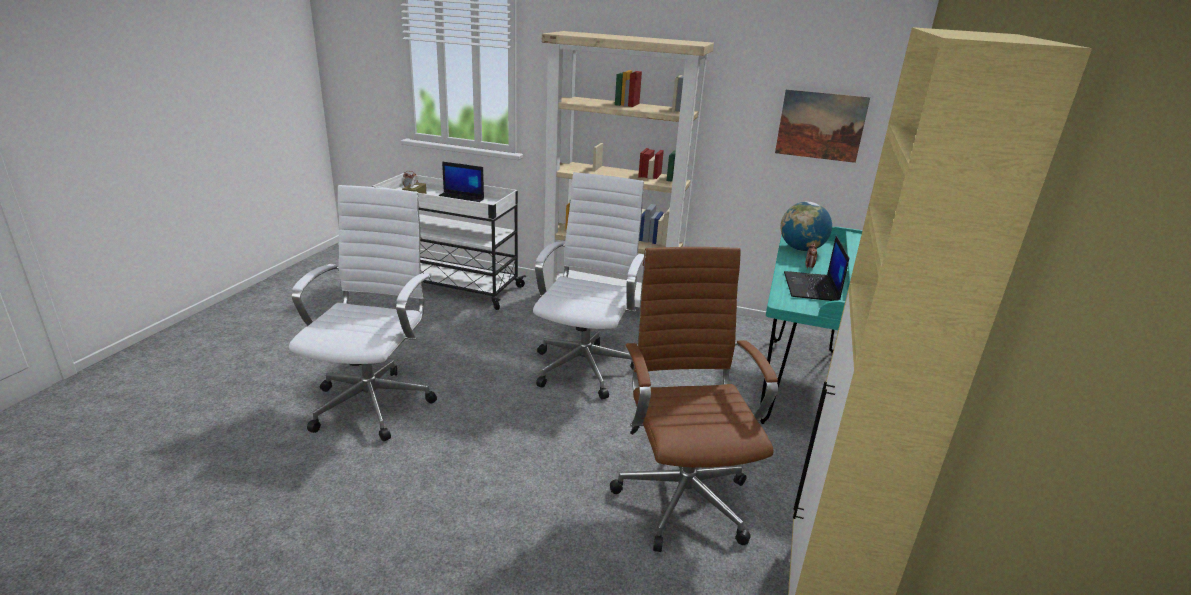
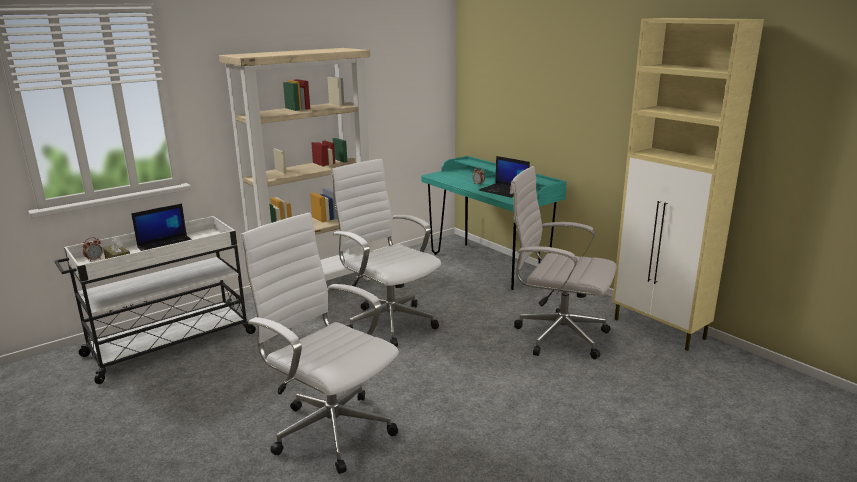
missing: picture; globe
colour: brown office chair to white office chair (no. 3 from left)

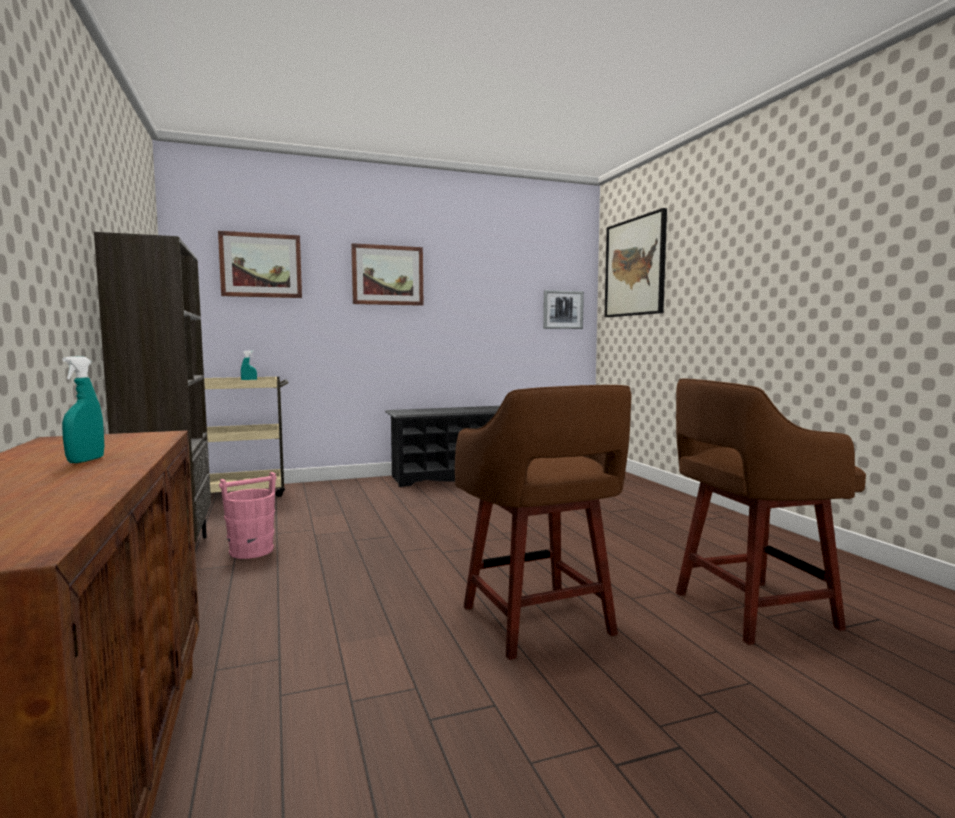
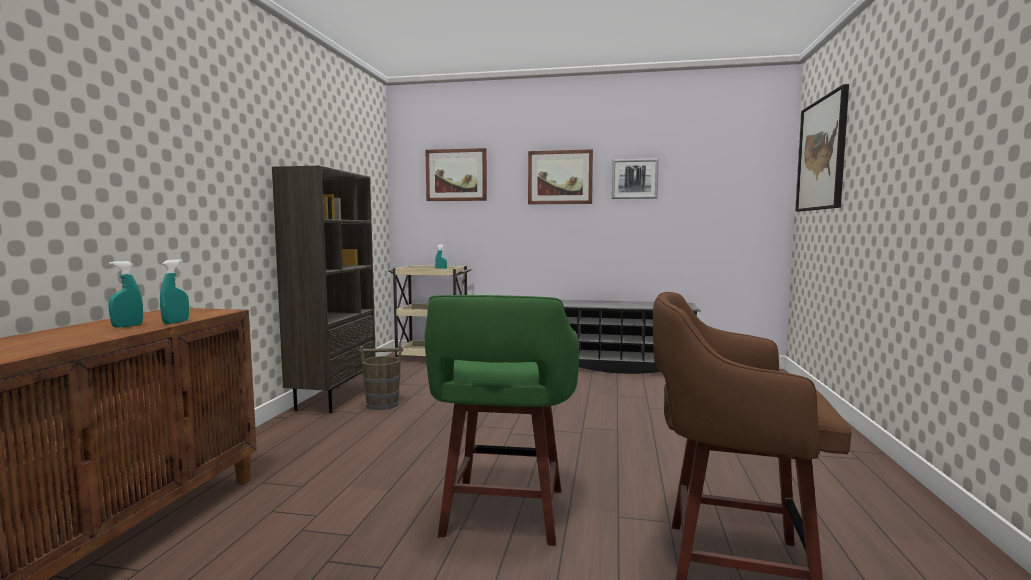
appeared: turquoise spray bottle (no. 2 from left)
relocated: picture (no. 3 from left)
colour: brown stool (no. 1 from left) to green stool; pink bucket to brown bucket

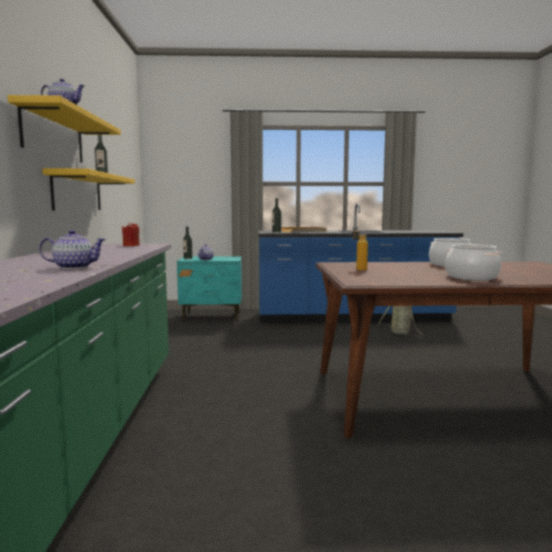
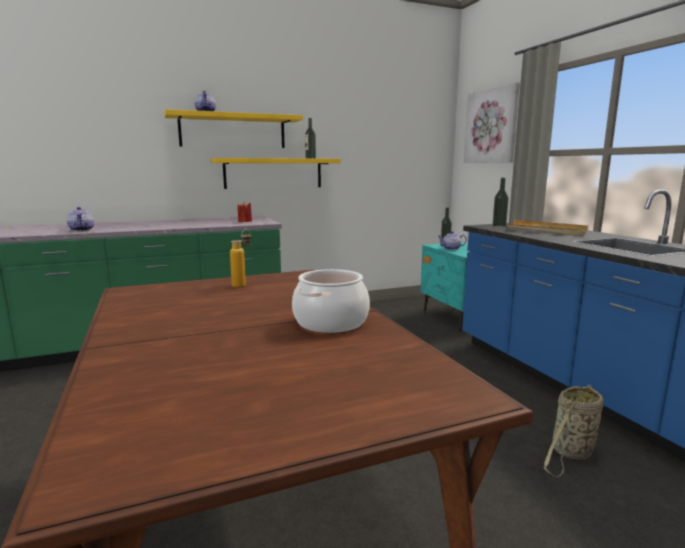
missing: cooking pot (no. 2 from left)
appeared: picture

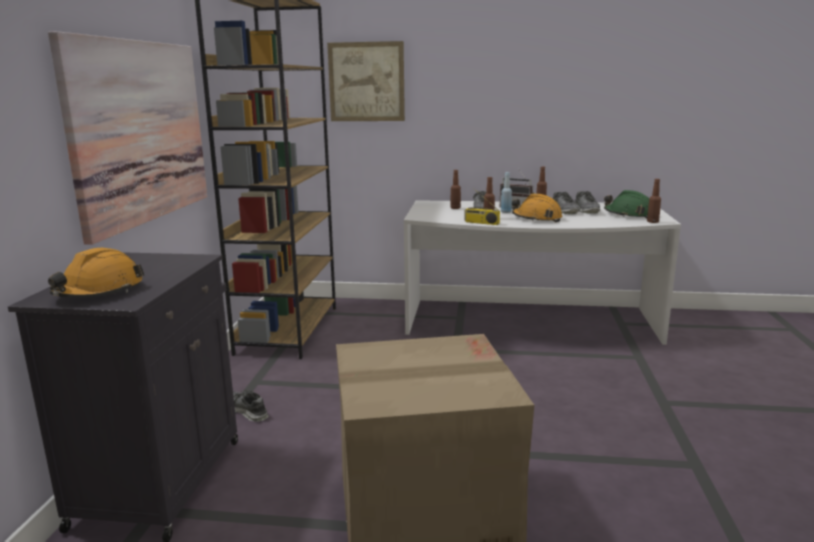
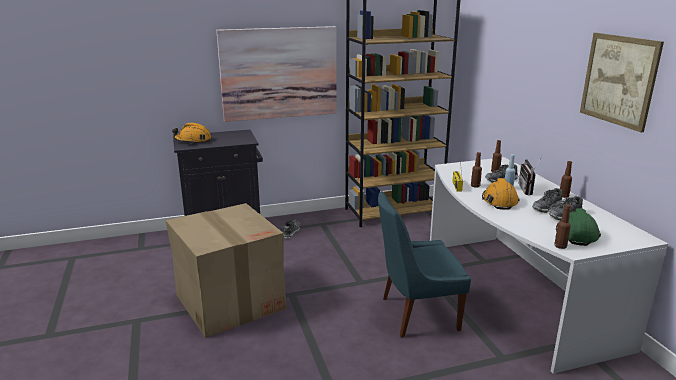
appeared: blue chair
relocated: picture (no. 2 from left)

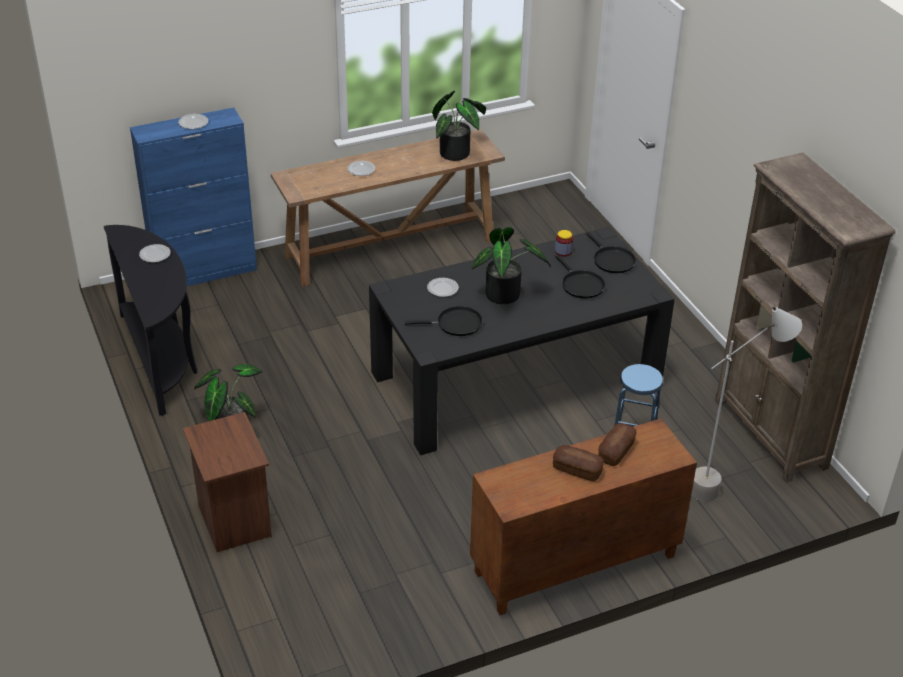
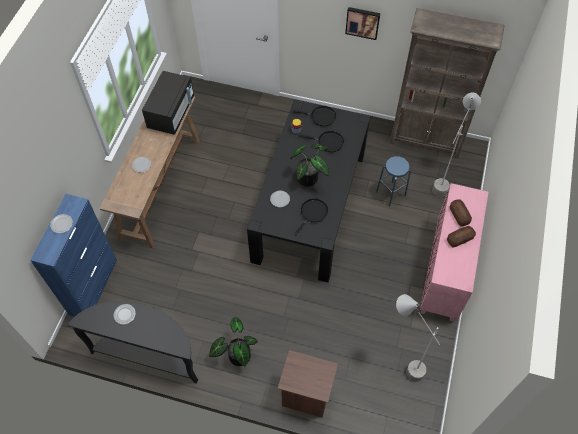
appeared: picture; grey floor lamp (no. 1 from left)
exchanged: potted plant (no. 2 from left) to black microwave
colour: brown cabinet to pink cabinet

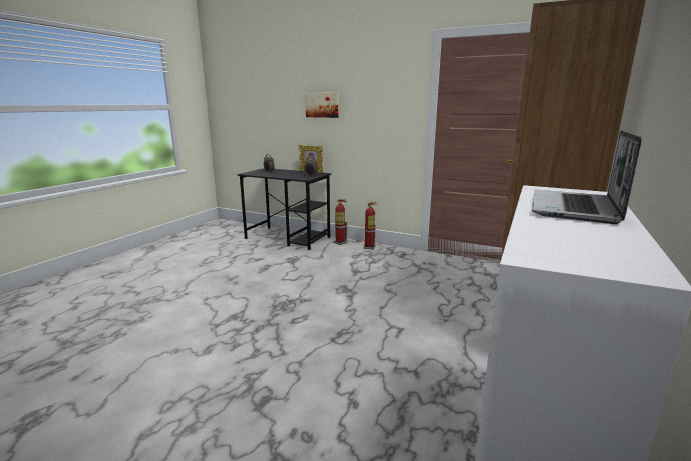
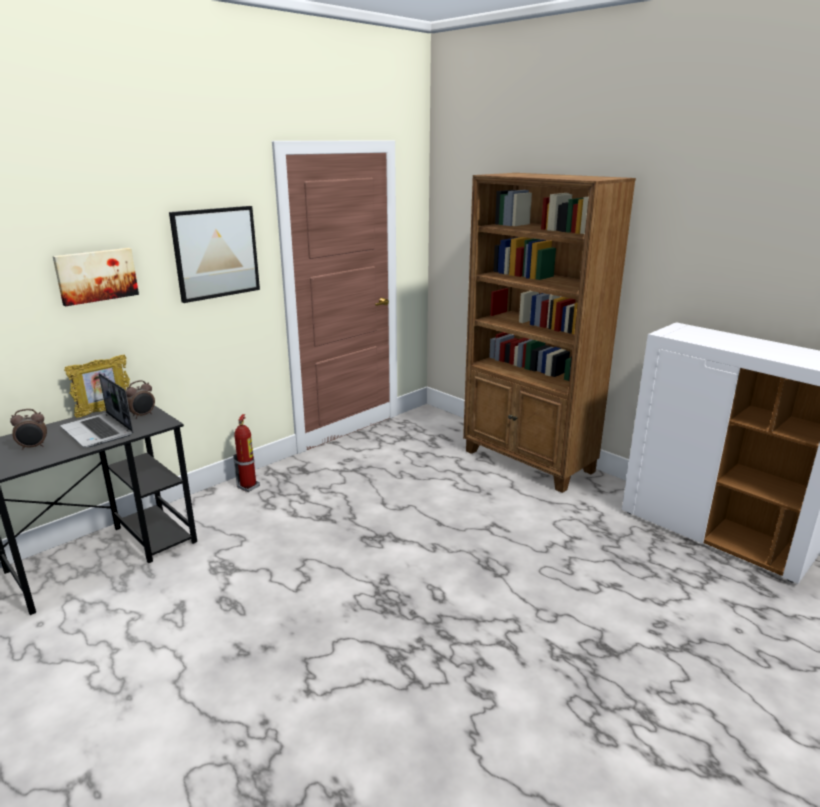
missing: fire extinguisher (no. 1 from left)
appeared: picture (no. 2 from left)
relocated: laptop

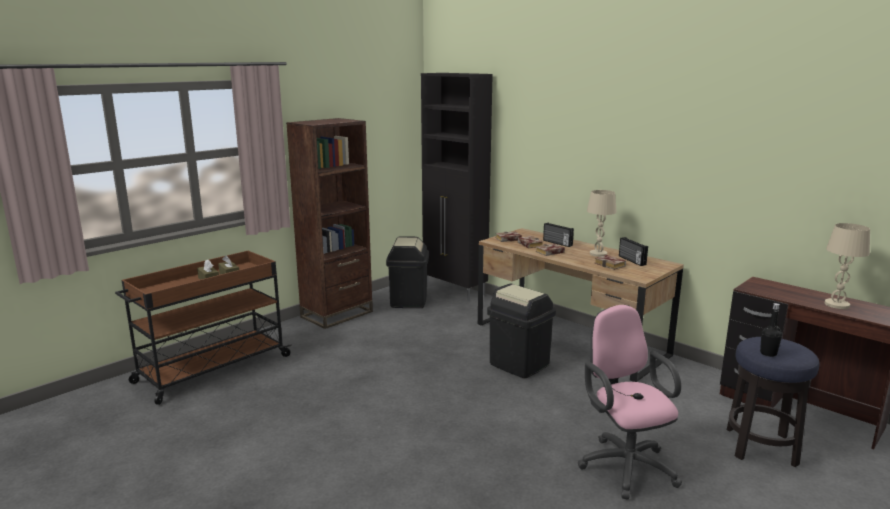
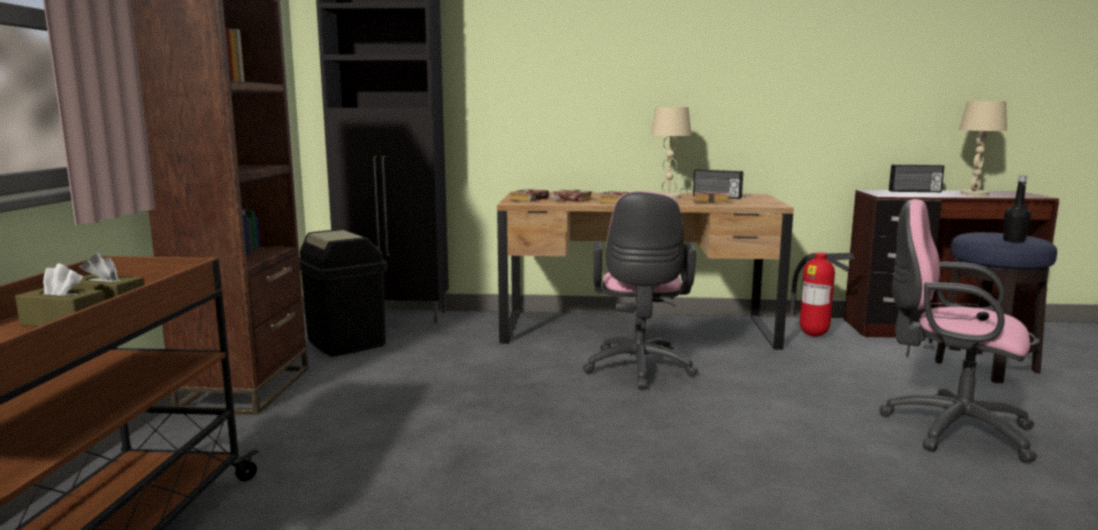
appeared: fire extinguisher
relocated: radio (no. 1 from left in the first image) to radio (no. 2 from left)
exchanged: black trash can (no. 2 from left) to pink office chair (no. 1 from left)

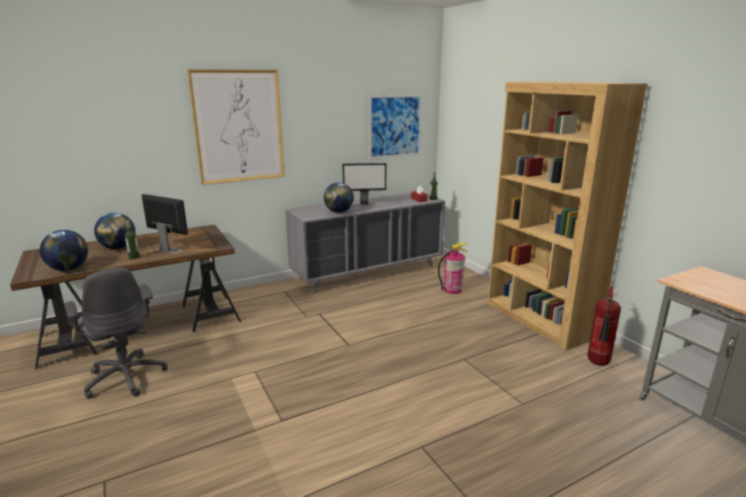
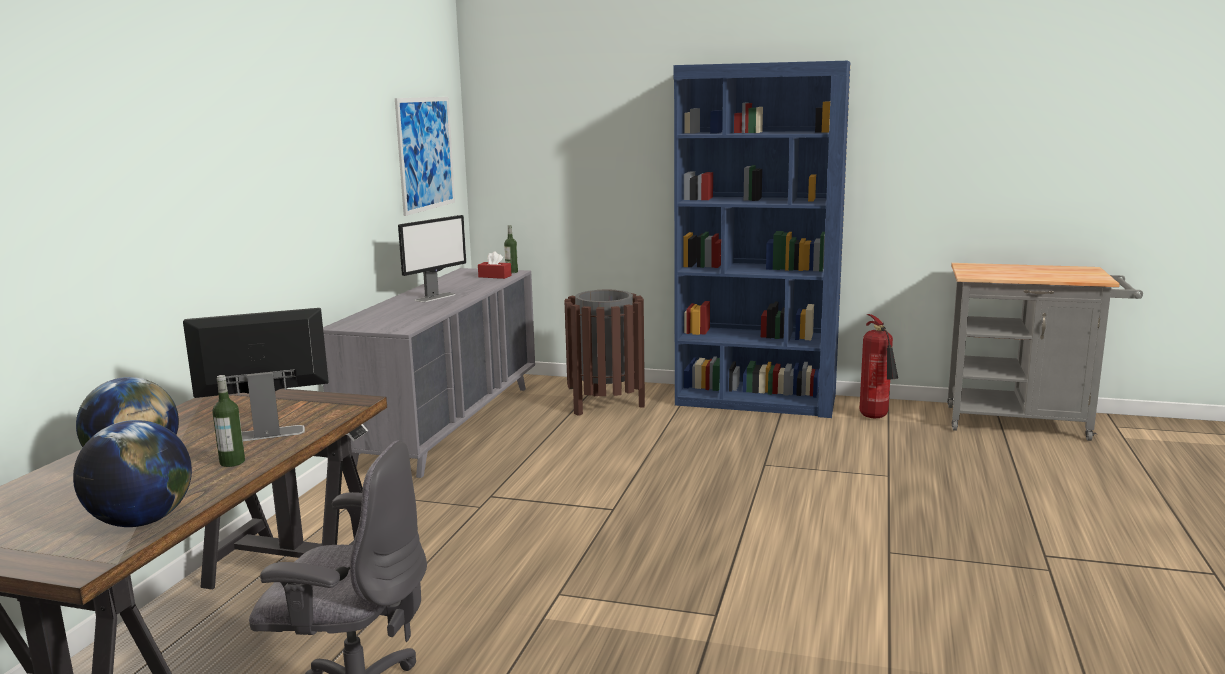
missing: picture (no. 1 from left); globe (no. 3 from left)
exchanged: fire extinguisher (no. 1 from left) to brown trash can
colour: brown bookcase to blue bookcase

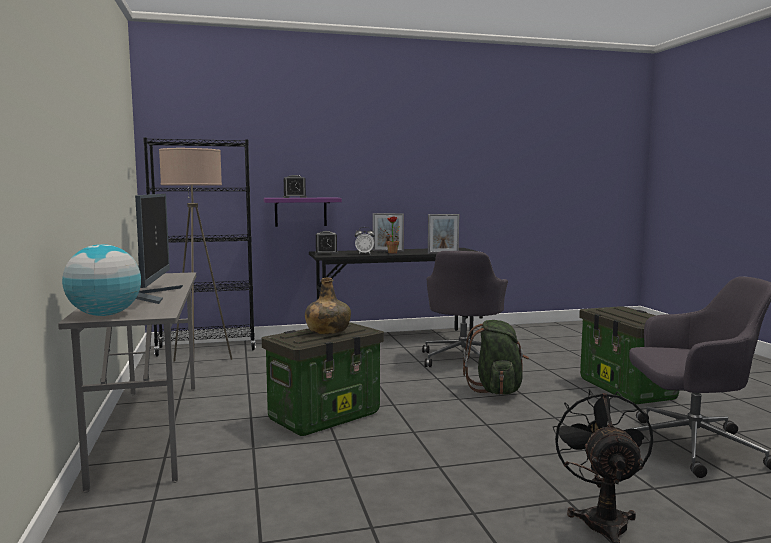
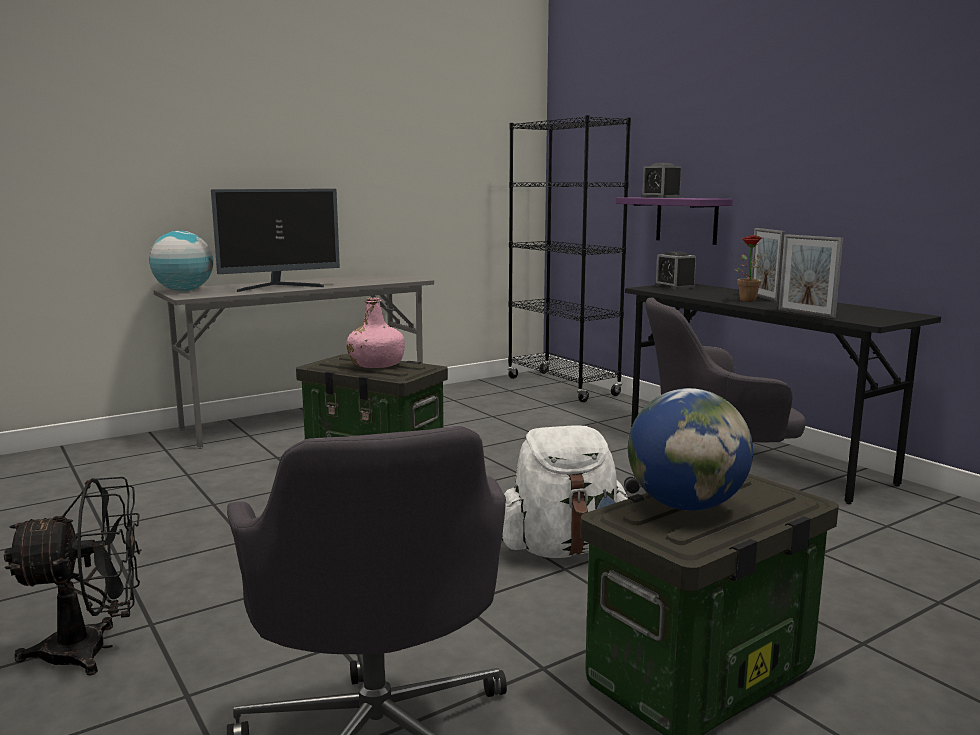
missing: beige floor lamp; alarm clock (no. 3 from left)
appeared: globe (no. 2 from left)
colour: green bottle to pink bottle; green backpack to white backpack

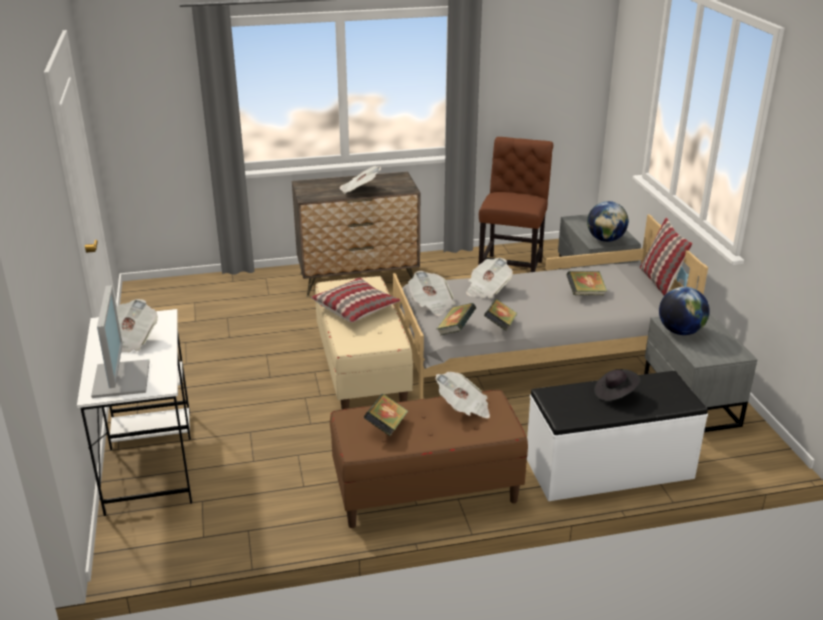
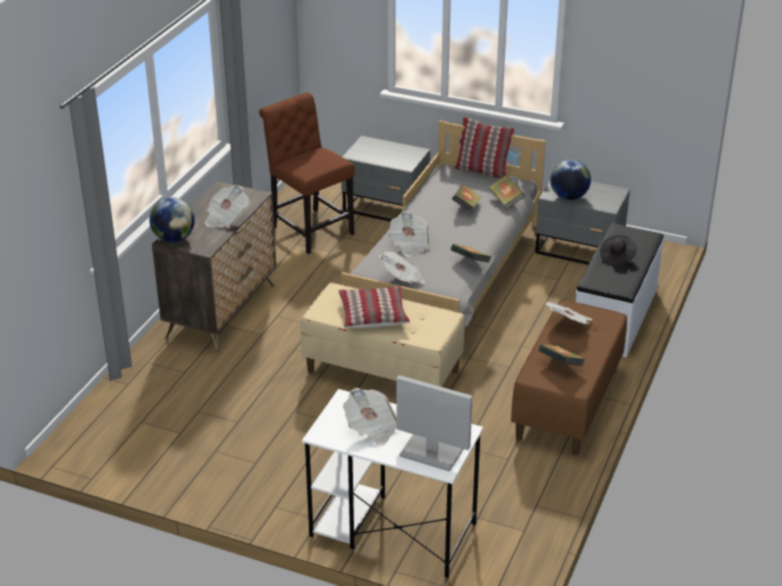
relocated: globe (no. 1 from left); book (no. 2 from left in the first image) to book (no. 3 from left)

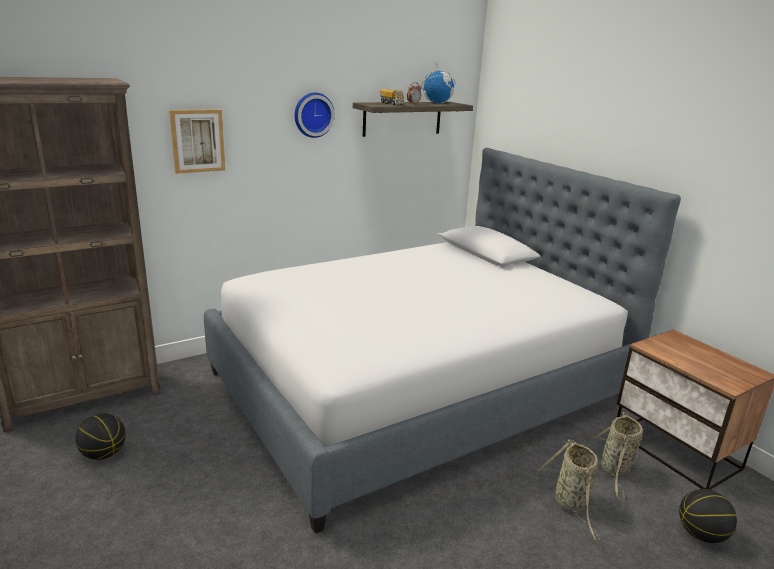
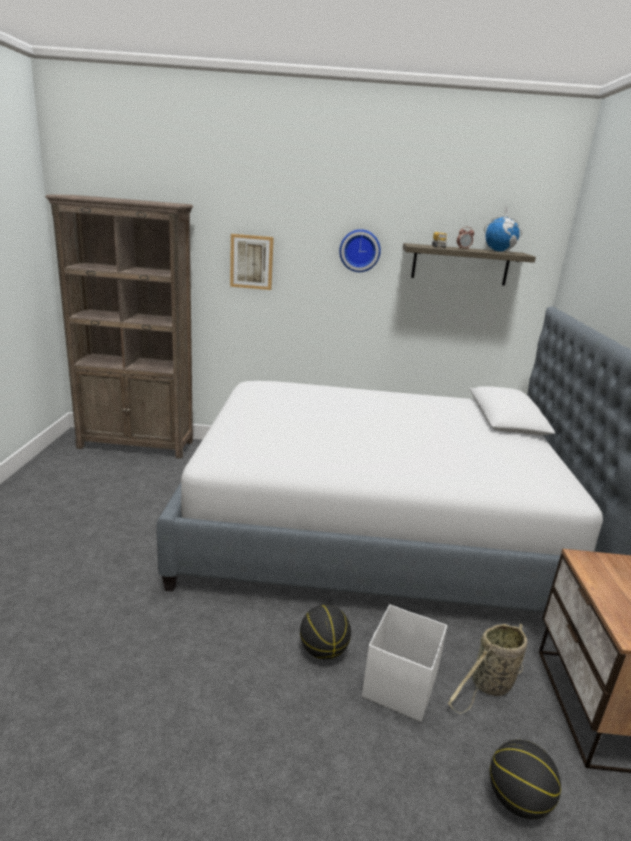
relocated: basketball (no. 1 from left)
exchanged: basket (no. 1 from left) to white storage box

